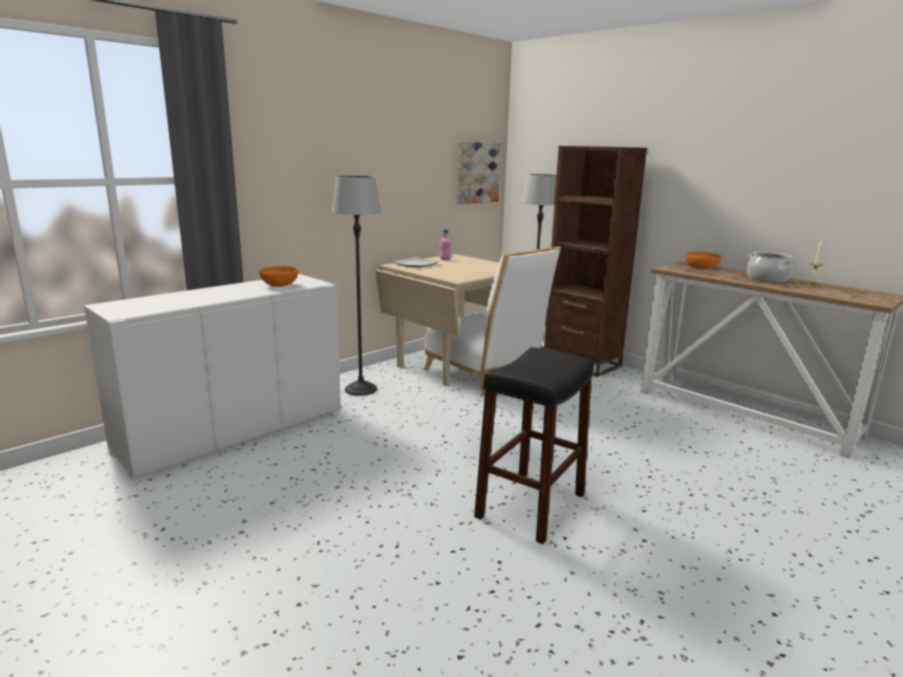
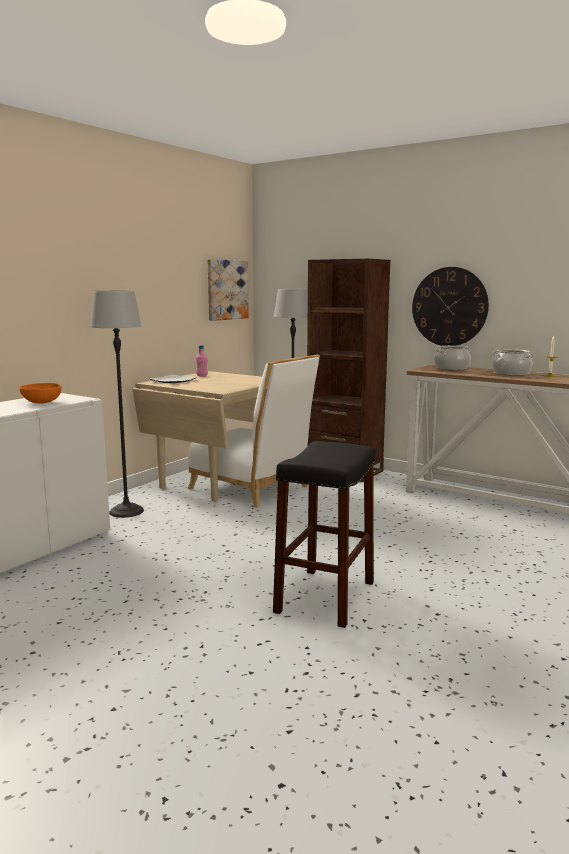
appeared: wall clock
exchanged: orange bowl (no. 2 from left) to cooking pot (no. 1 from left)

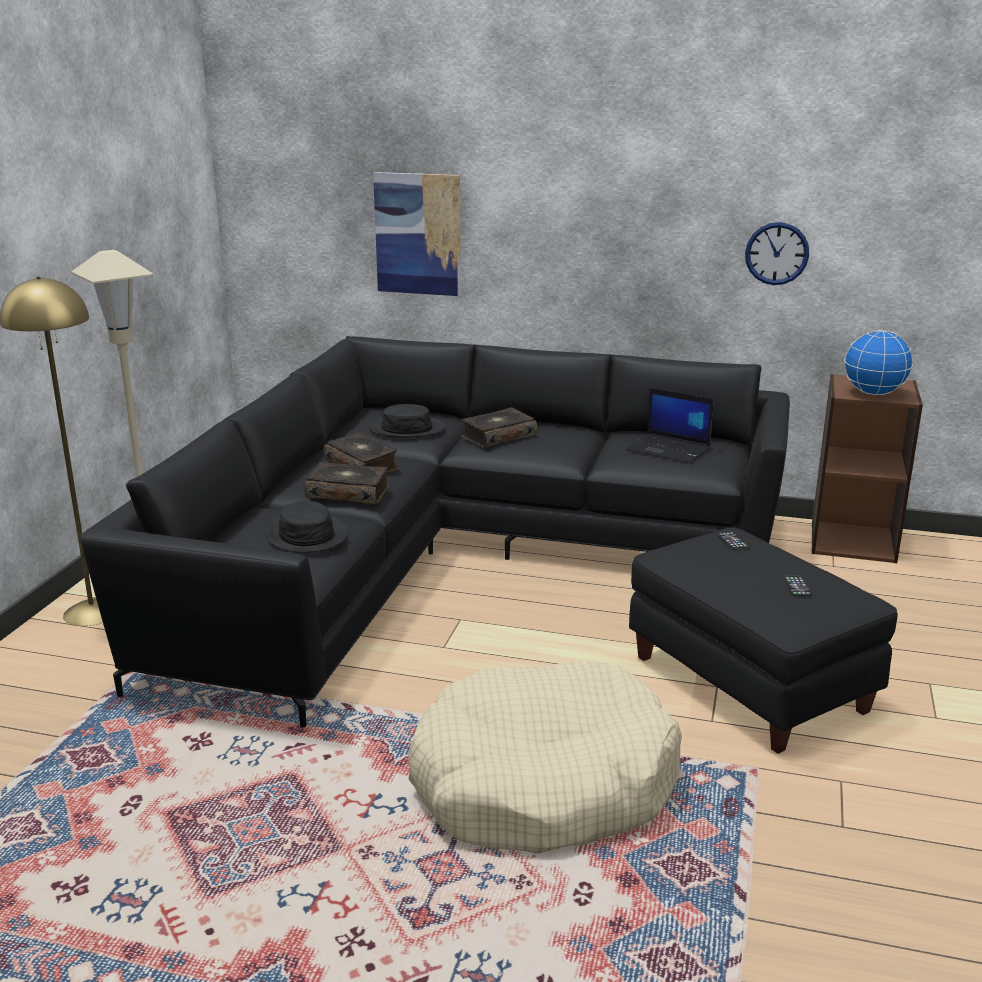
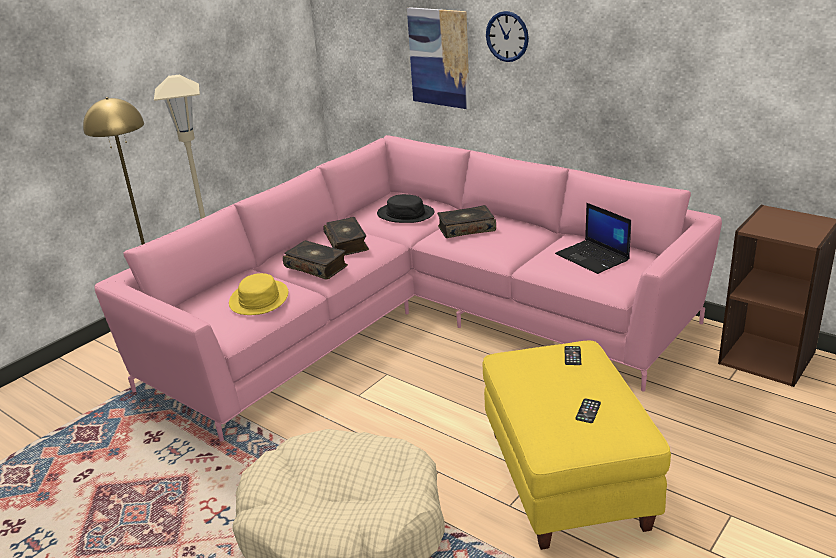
missing: globe
relocated: wall clock
colour: black sofa to pink sofa; black hat (no. 1 from left) to yellow hat; black ottoman to yellow ottoman

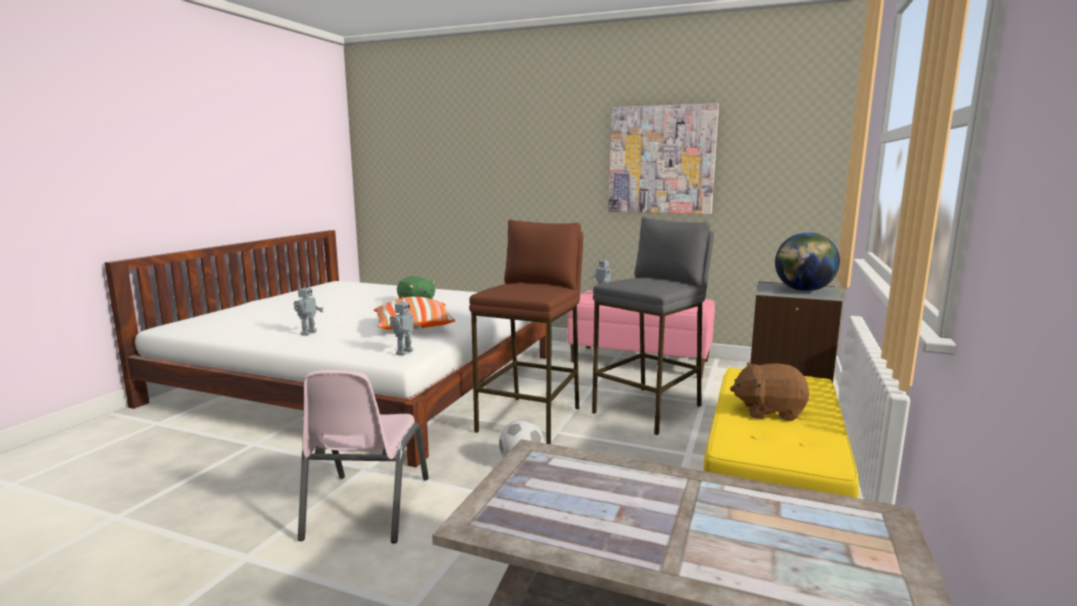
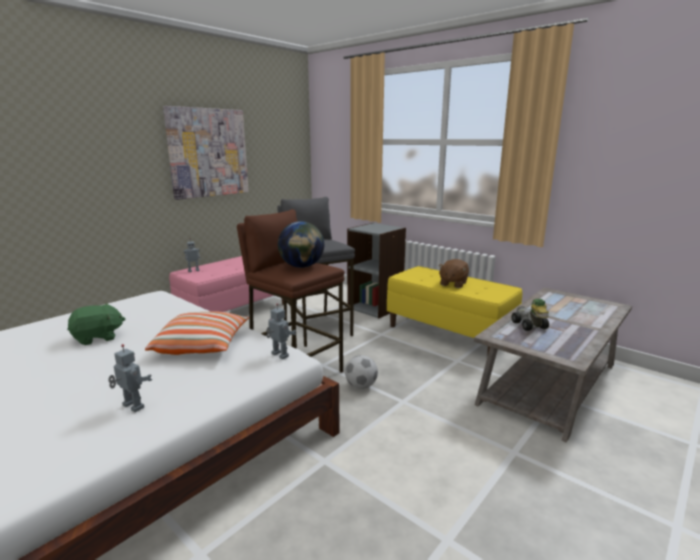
missing: pink chair
appeared: toy car
relocated: globe

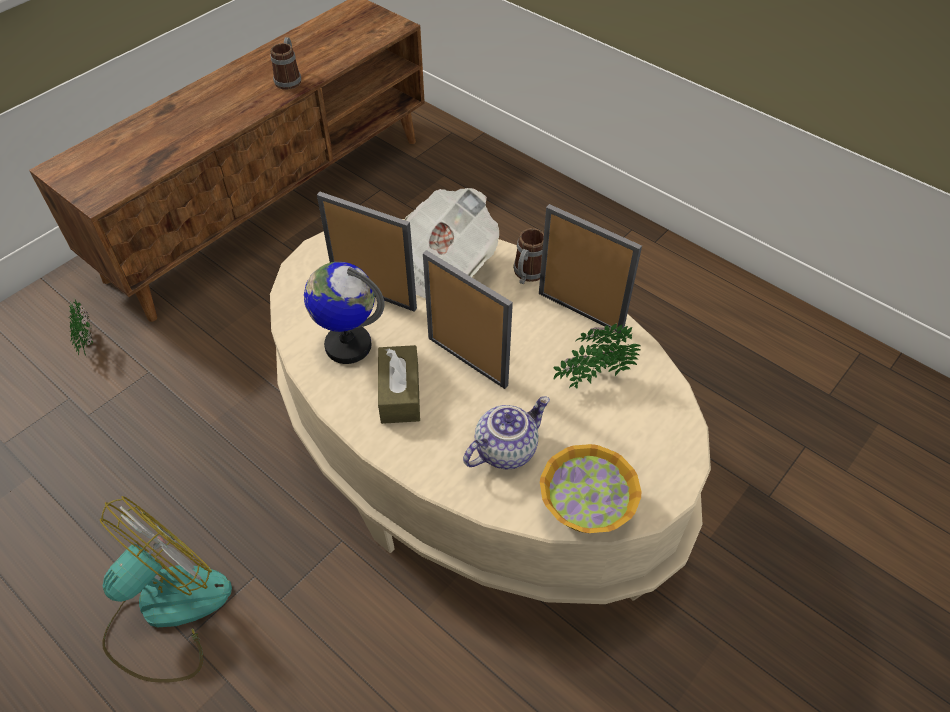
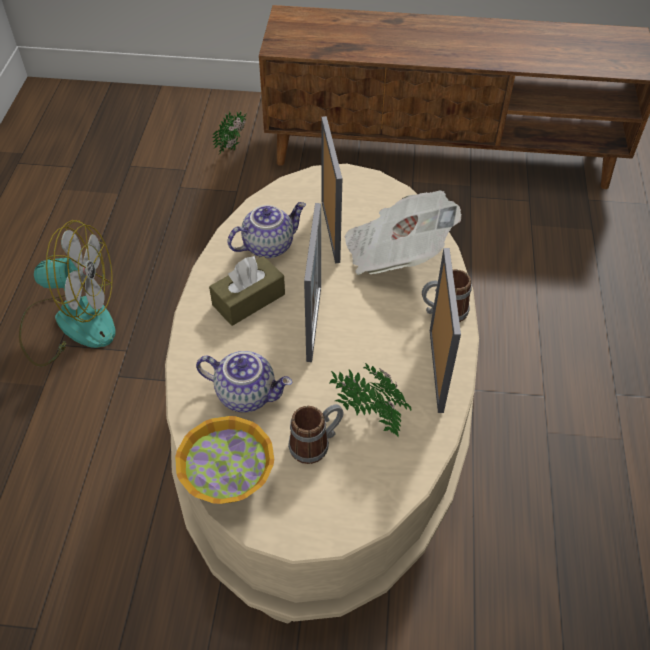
relocated: mug (no. 1 from left)
exchanged: globe to teapot (no. 2 from left)

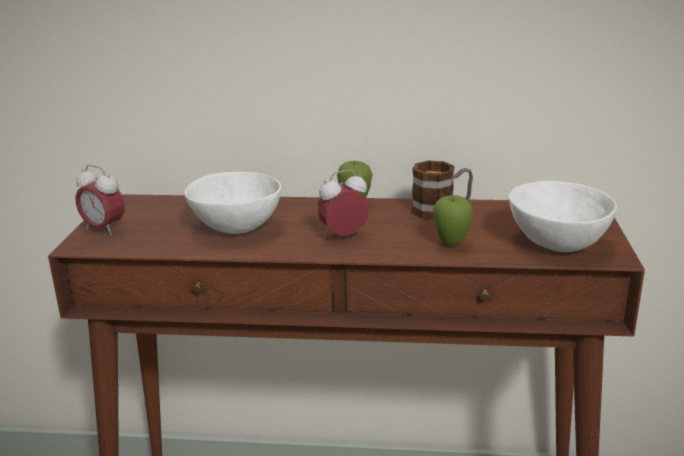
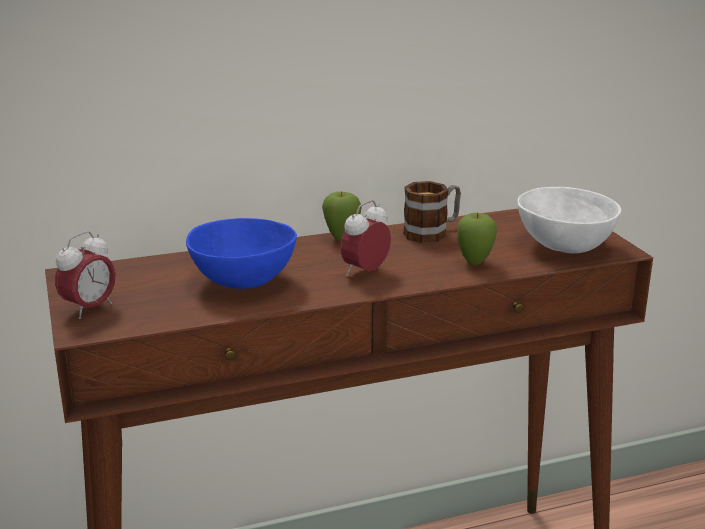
colour: white bowl (no. 1 from left) to blue bowl
spun: alarm clock (no. 1 from left) 60 degrees counterclockwise

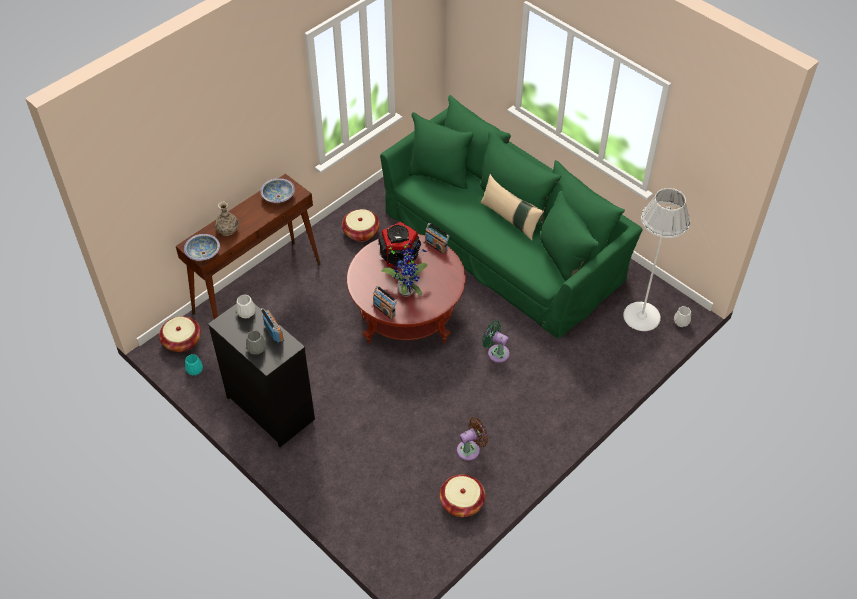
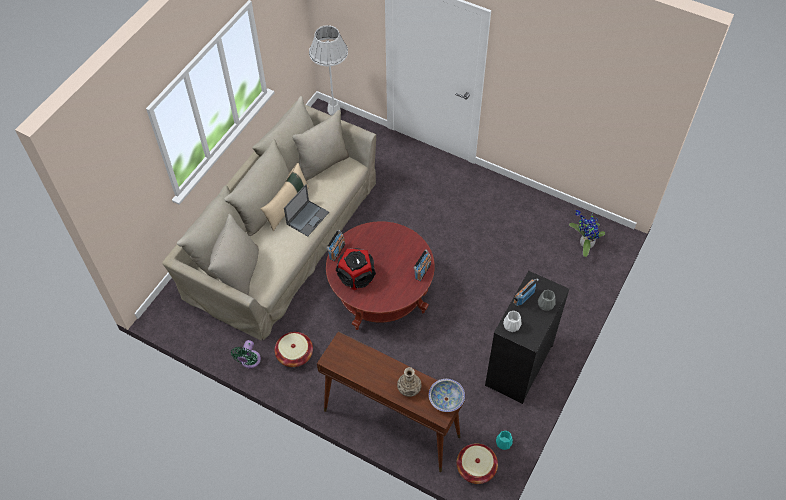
missing: bowl (no. 2 from left); brown fan; basket (no. 3 from left)
appeared: laptop
relocated: potted plant; green fan
colour: green sofa to beige sofa

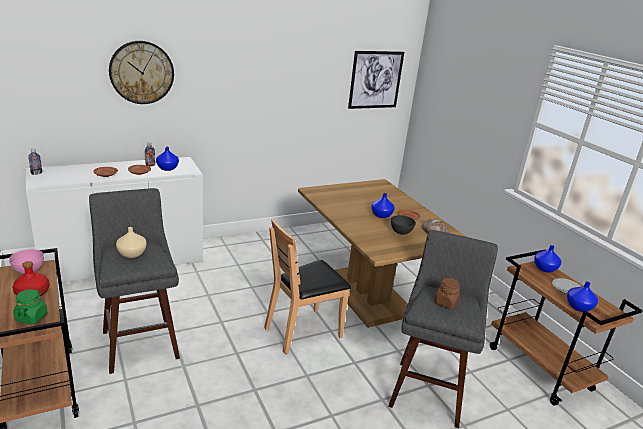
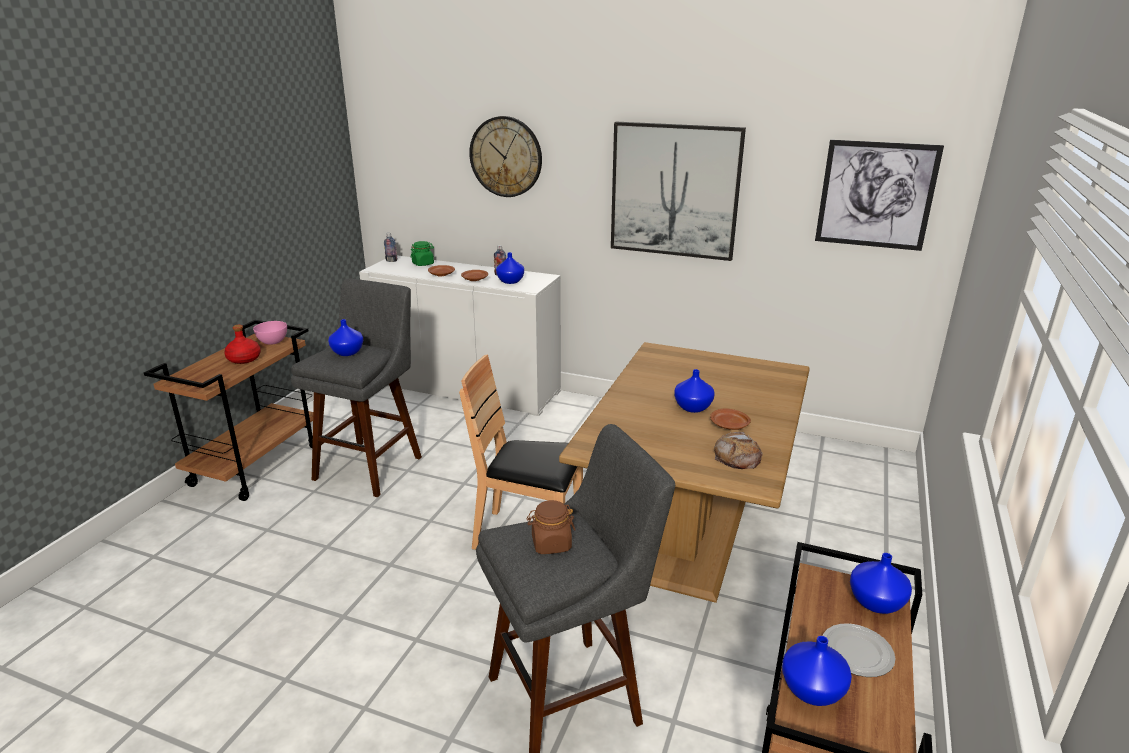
missing: grey bowl
appeared: picture (no. 1 from left)
relocated: green jar
colour: beige vase to blue vase (no. 1 from left)

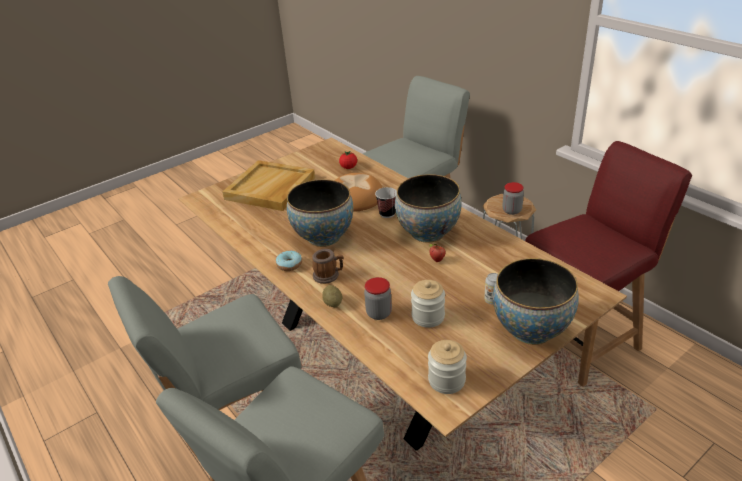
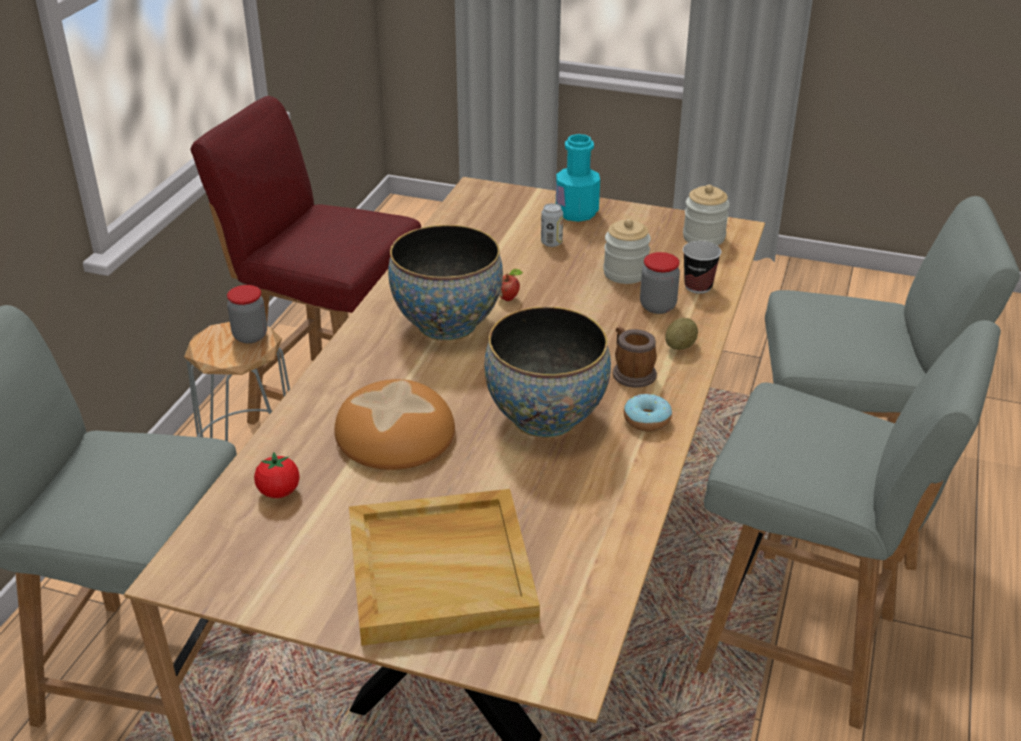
relocated: cup
exchanged: bowl (no. 3 from left) to turquoise bottle

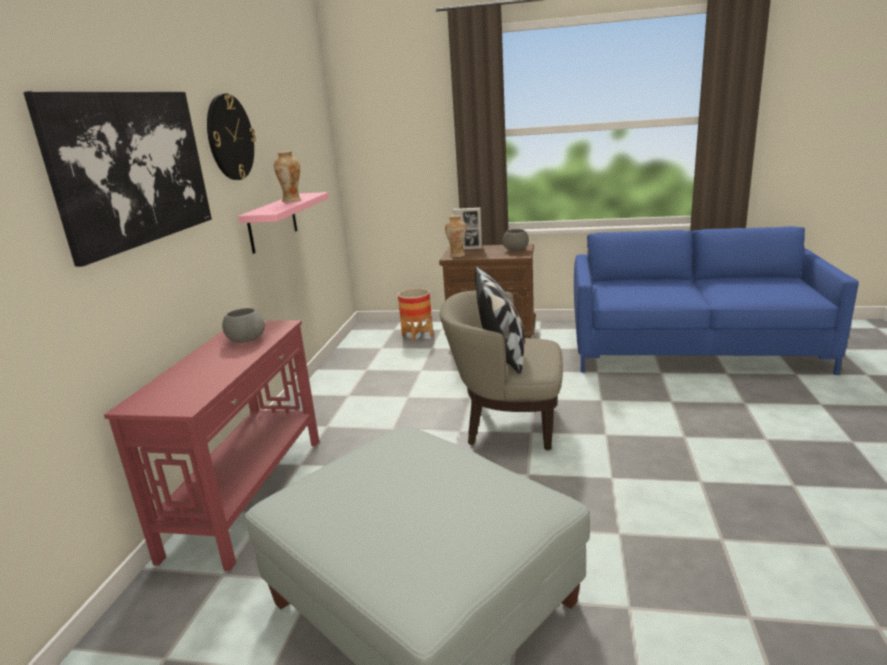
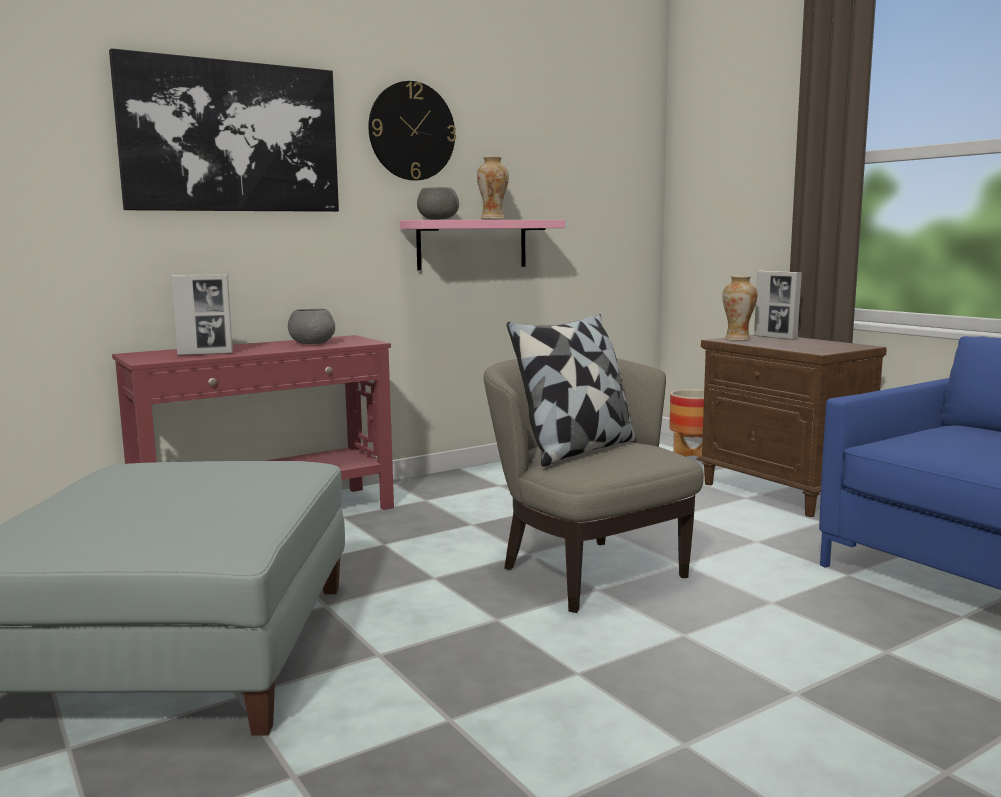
appeared: picture frame (no. 1 from left)
relocated: grey bowl (no. 2 from left)

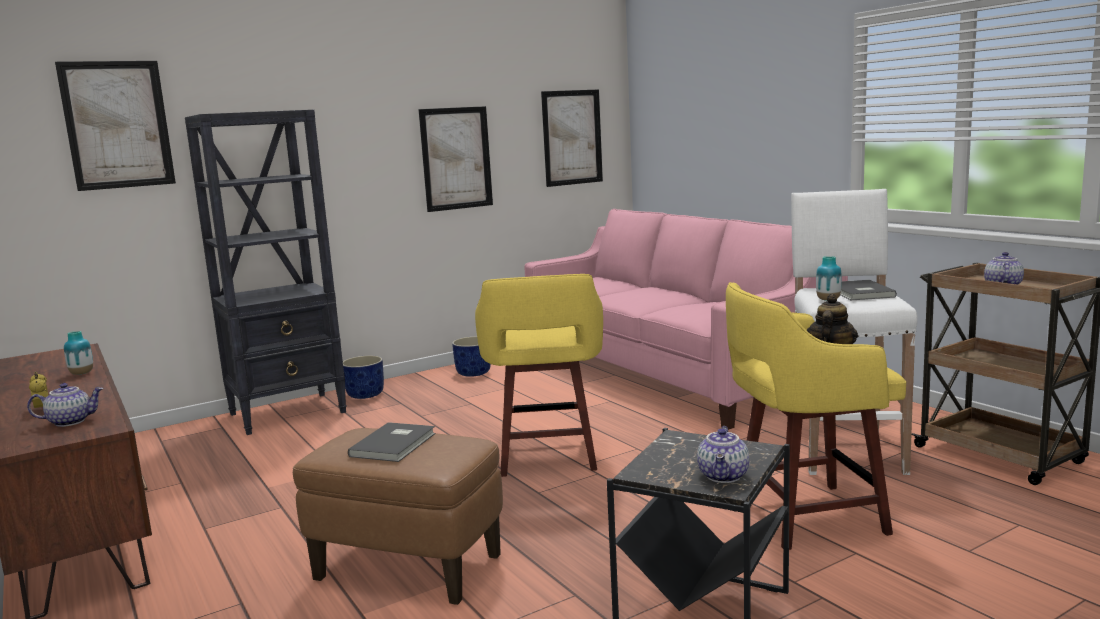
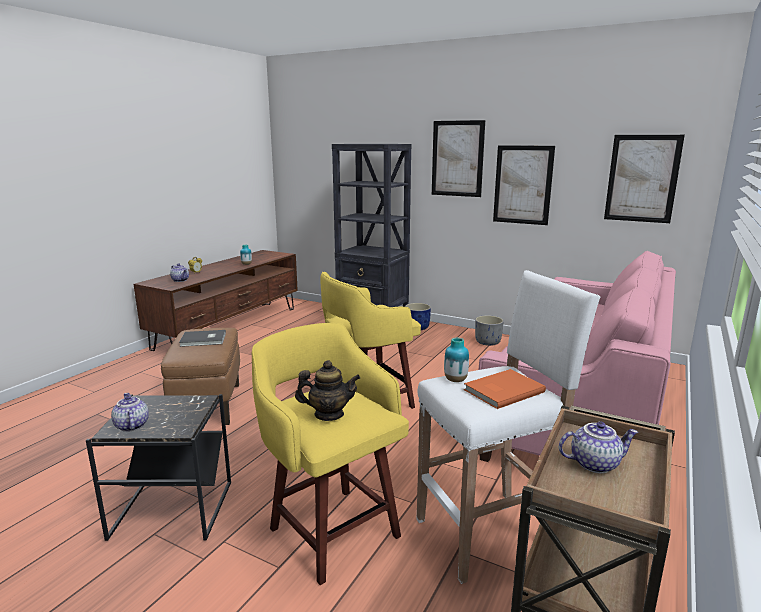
relocated: picture (no. 1 from left)
colour: grey book (no. 2 from left) to orange book; blue planter (no. 2 from left) to grey planter
spun: teapot (no. 2 from left in the first image) 75 degrees clockwise

